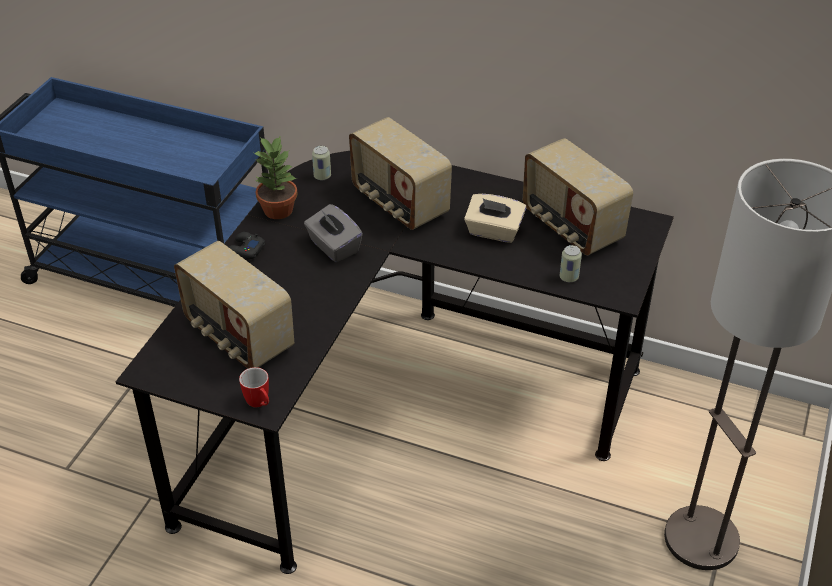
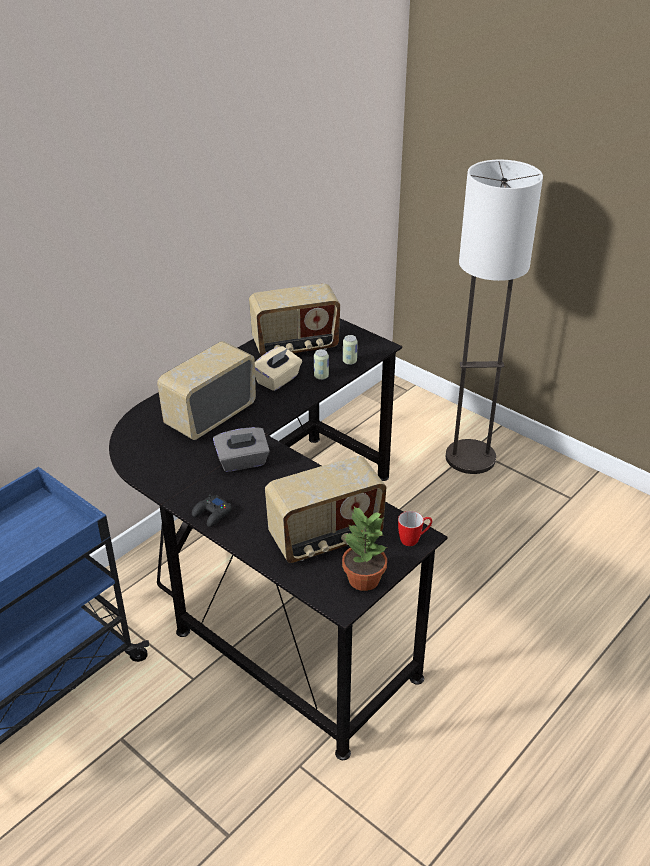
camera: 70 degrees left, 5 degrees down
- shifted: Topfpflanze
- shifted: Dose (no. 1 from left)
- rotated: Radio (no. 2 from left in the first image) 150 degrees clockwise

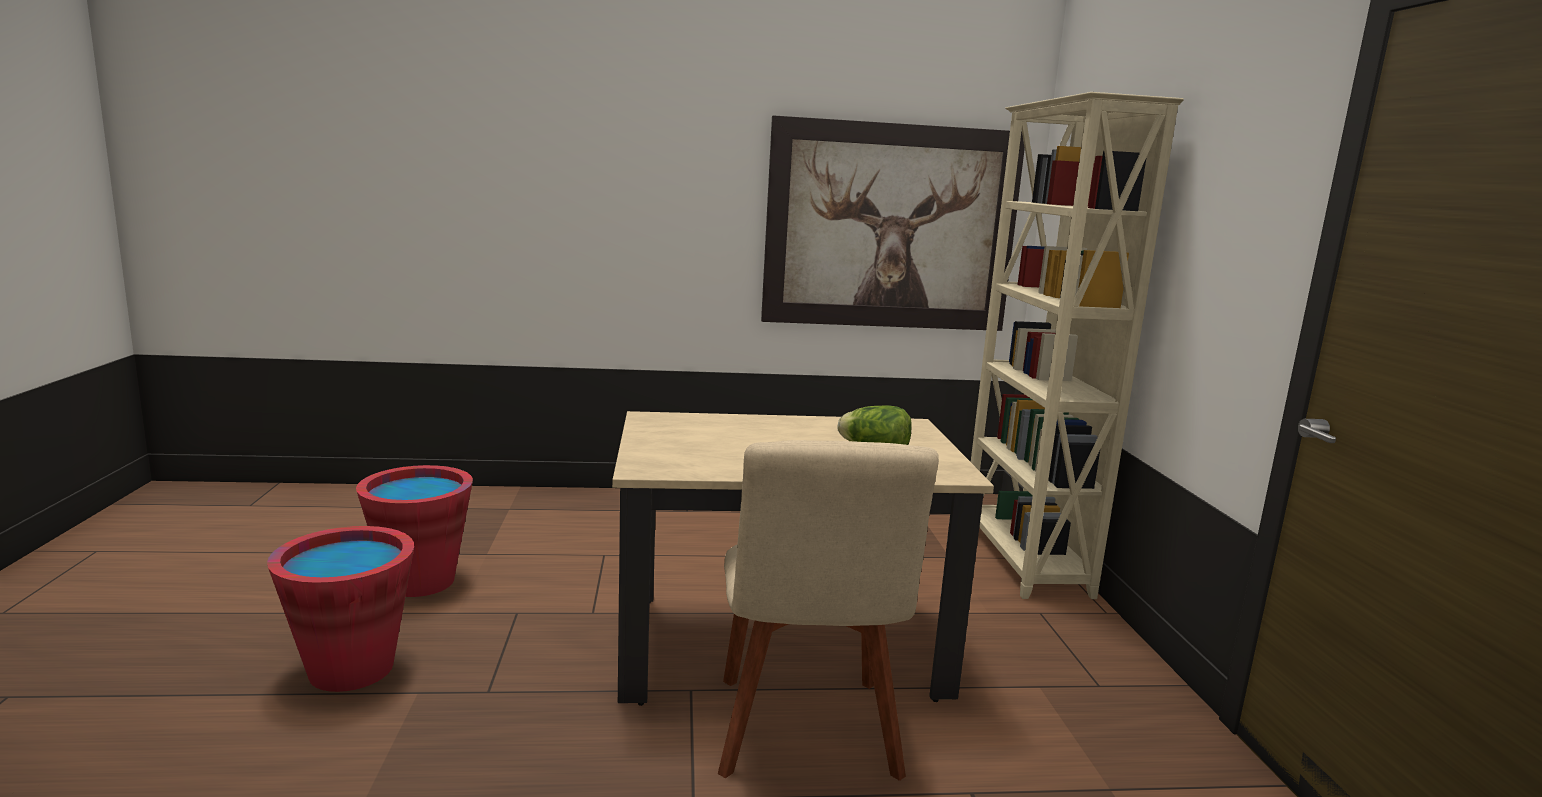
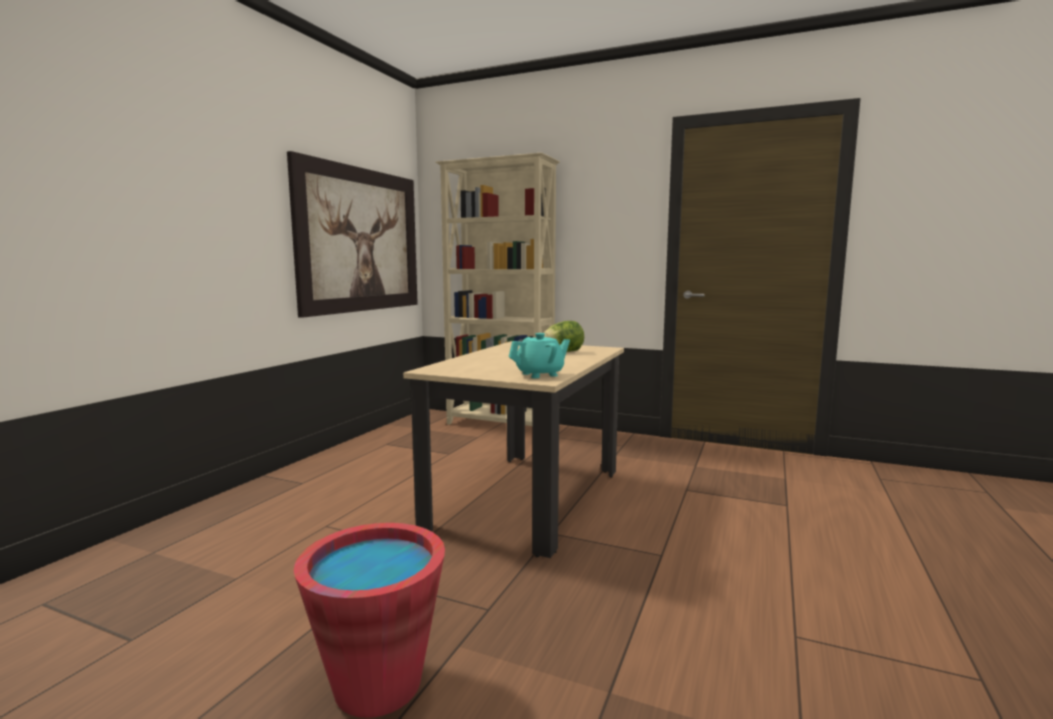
camera: 60 degrees left, 5 degrees down
- gone: Eimer [rot] (no. 2 from left)
- gone: Stuhl [beige]
- new: Teekanne [türkis]

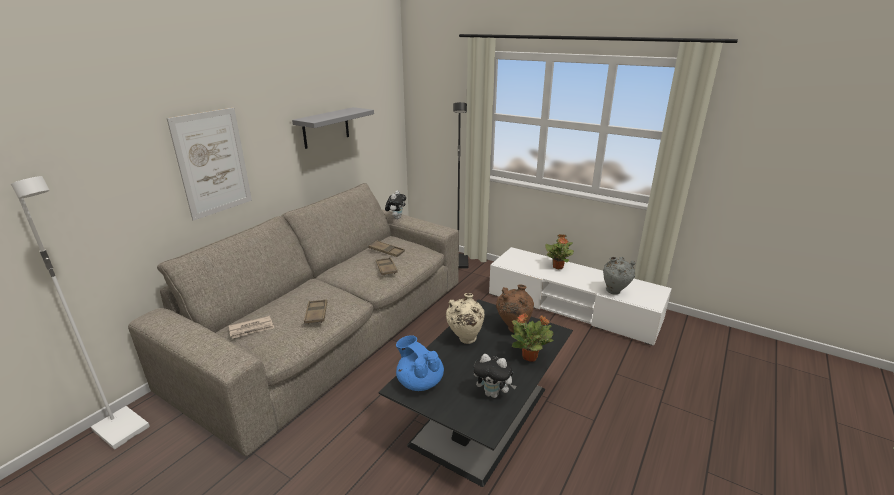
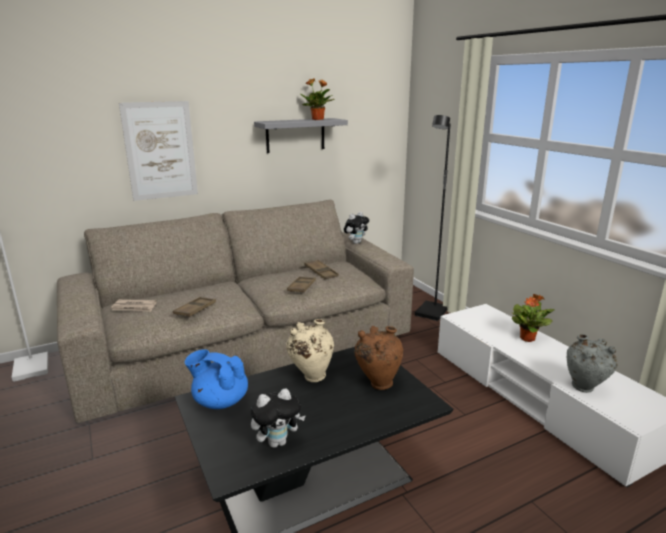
camera: 30 degrees right, 5 degrees down
- rotated: Teekanne [blau] 60 degrees counterclockwise
- rotated: Plüschtier (no. 2 from left in the first image) 75 degrees counterclockwise
- shifted: Topfpflanze (no. 1 from left)

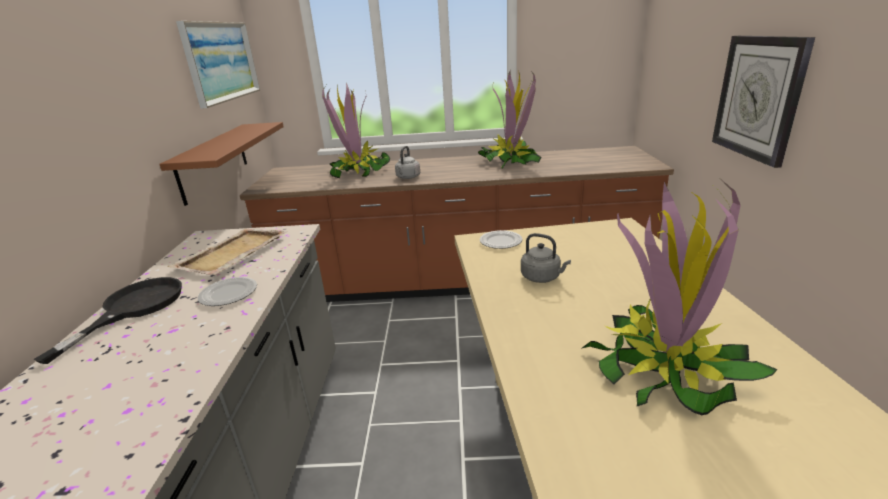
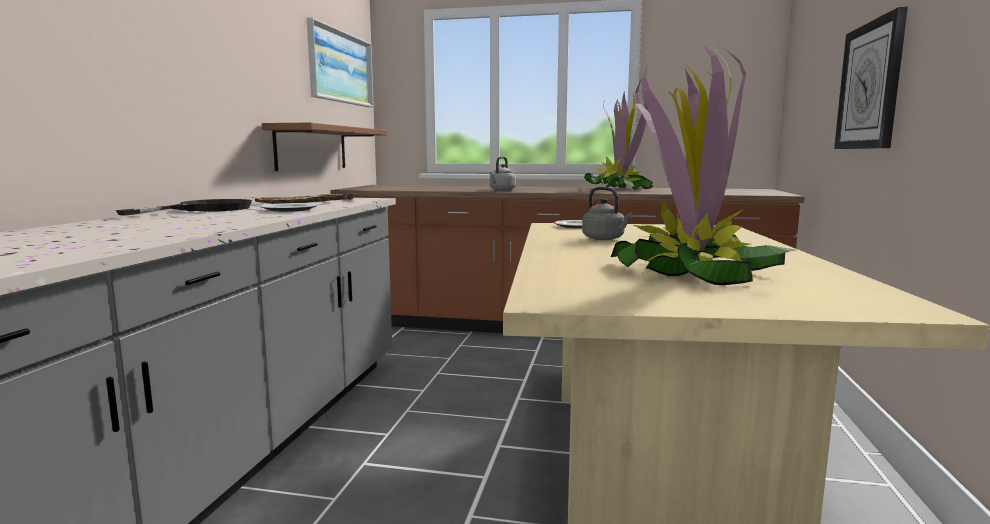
camera: 10 degrees right, 15 degrees down
- gone: Topfpflanze (no. 1 from left)

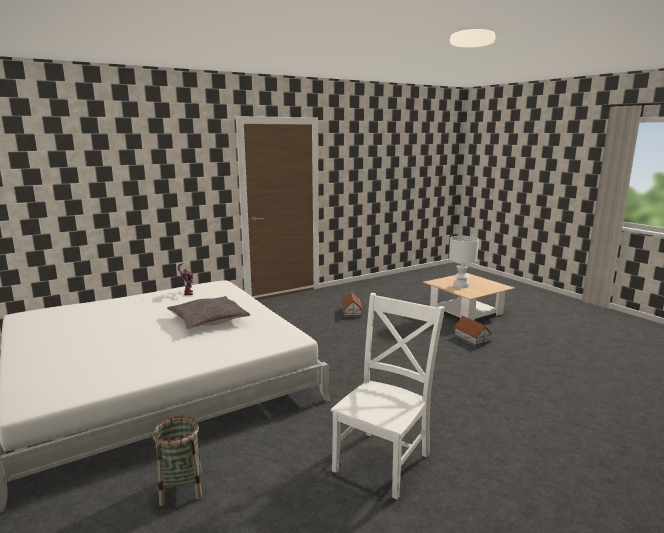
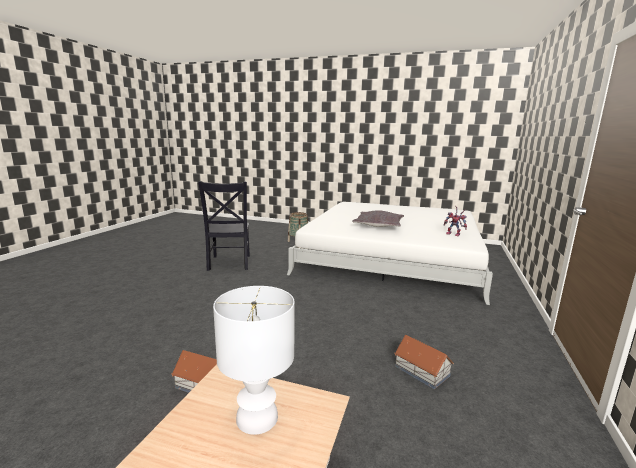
camera: 140 degrees right, 0 degrees up
- repainted: Stuhl [weiß] to Stuhl [schwarz]

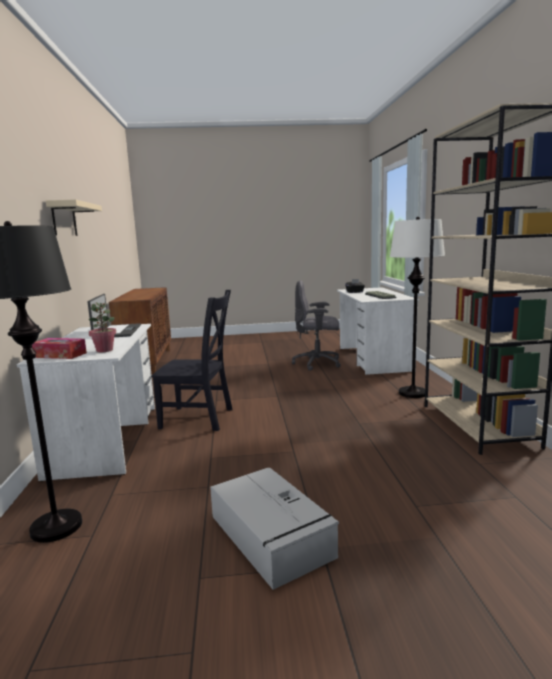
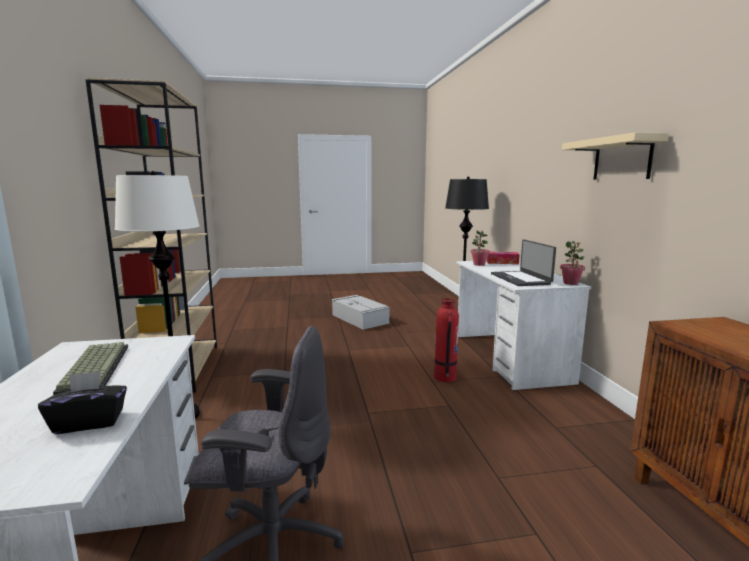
camera: 175 degrees right, 0 degrees up
- swapped: Stuhl [schwarz] to Feuerlöscher
- new: Topfpflanze (no. 2 from left)

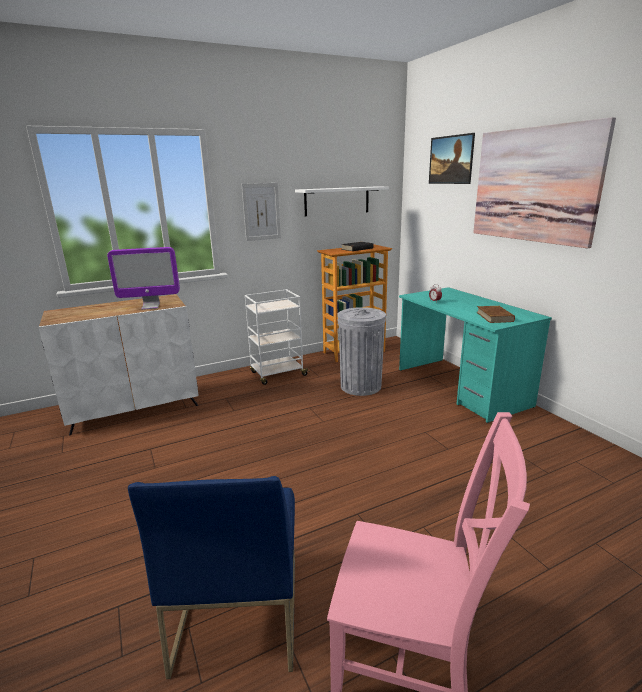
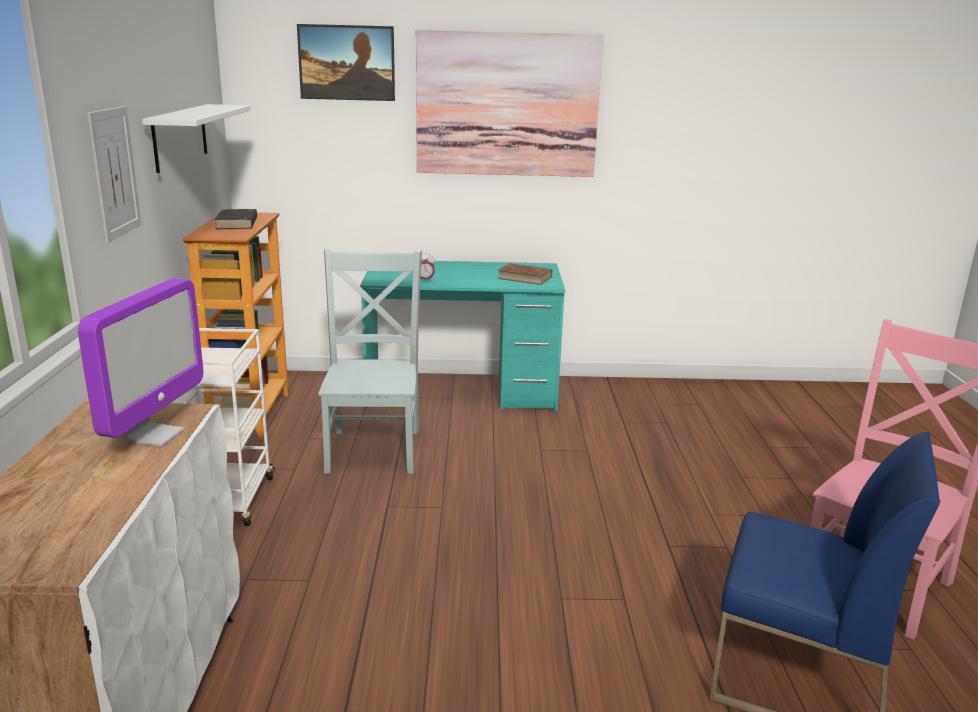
camera: 65 degrees left, 0 degrees up
- swapped: Mülleimer [grau] to Stuhl [grau]

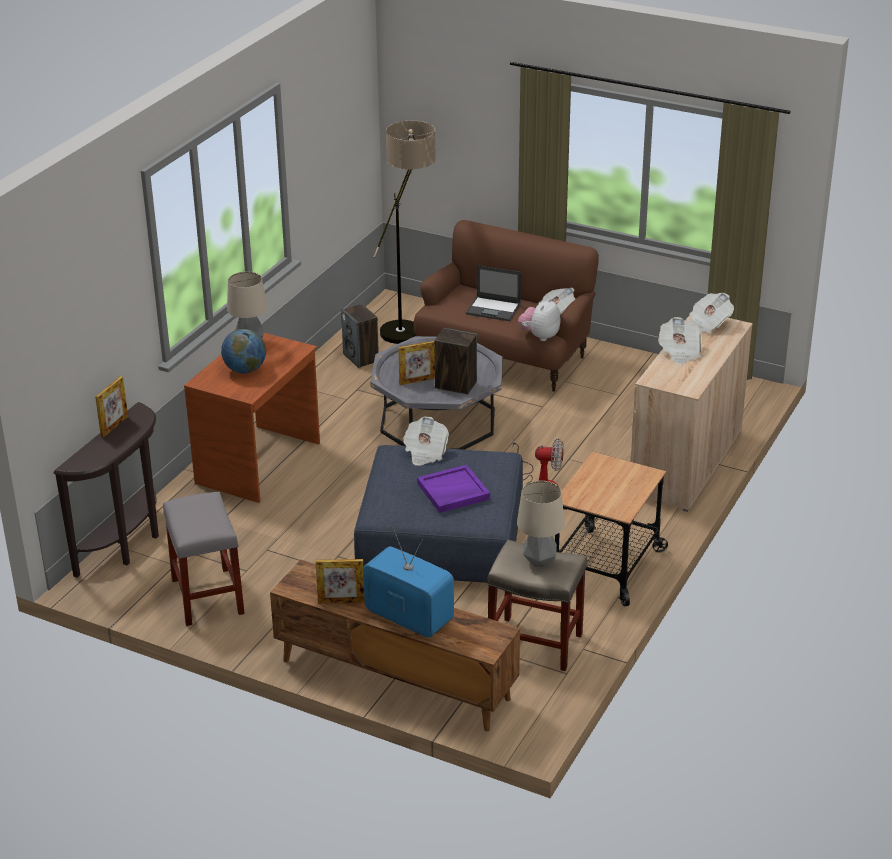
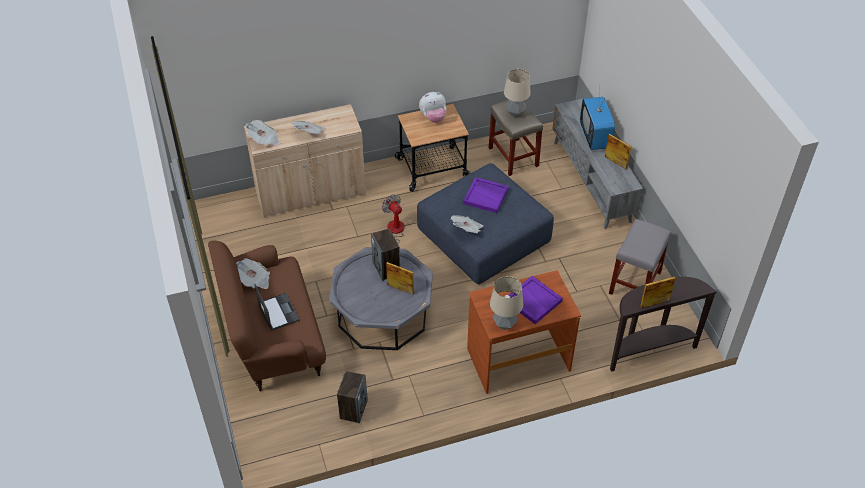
camera: 135 degrees left, 15 degrees up
- swapped: Globus to Tablett [lila] (no. 2 from left)
- repainted: Fernsehschrank [braun] to Fernsehschrank [grau]
- gone: Stehlampe
- shifted: Plüschtier

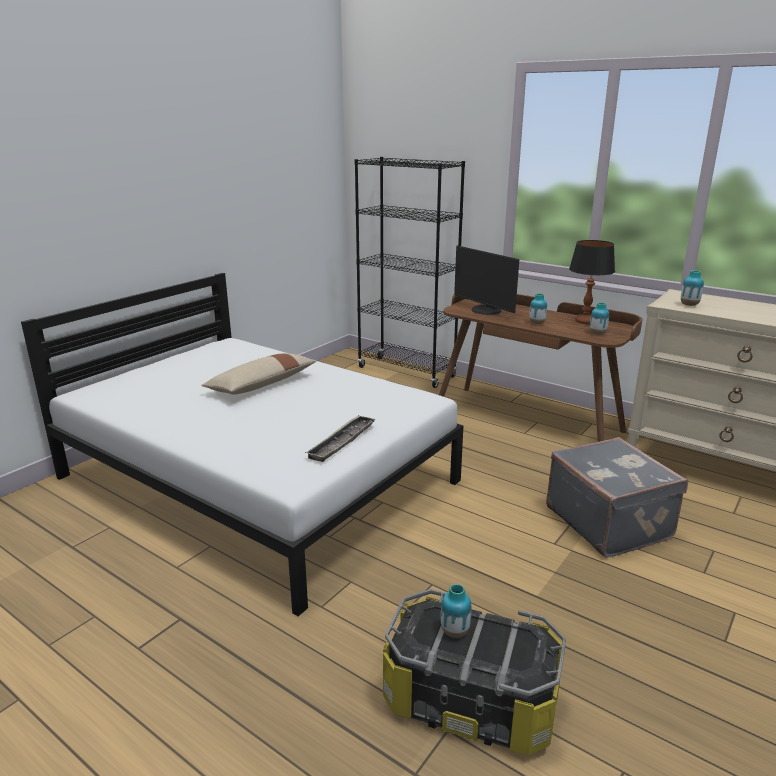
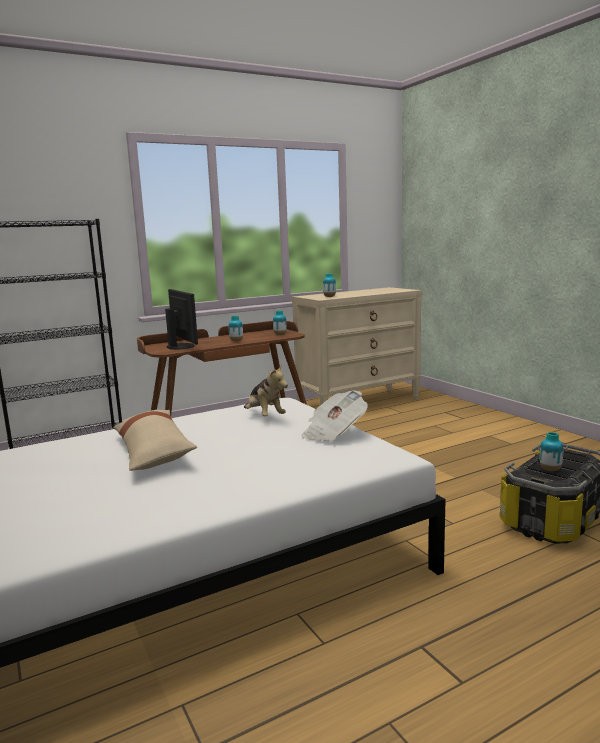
camera: 65 degrees left, 10 degrees down
- swapped: Tablett to Zeitung
- rotated: Monitor 105 degrees counterclockwise
- gone: Koffer [grau]
- gone: Tischlampe
- new: Plüschtier

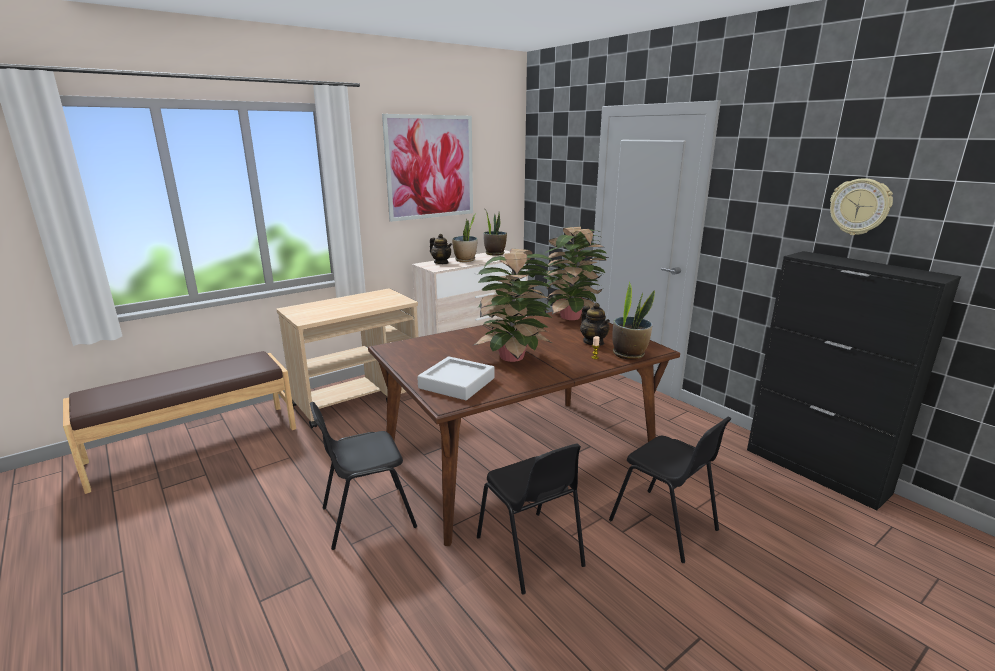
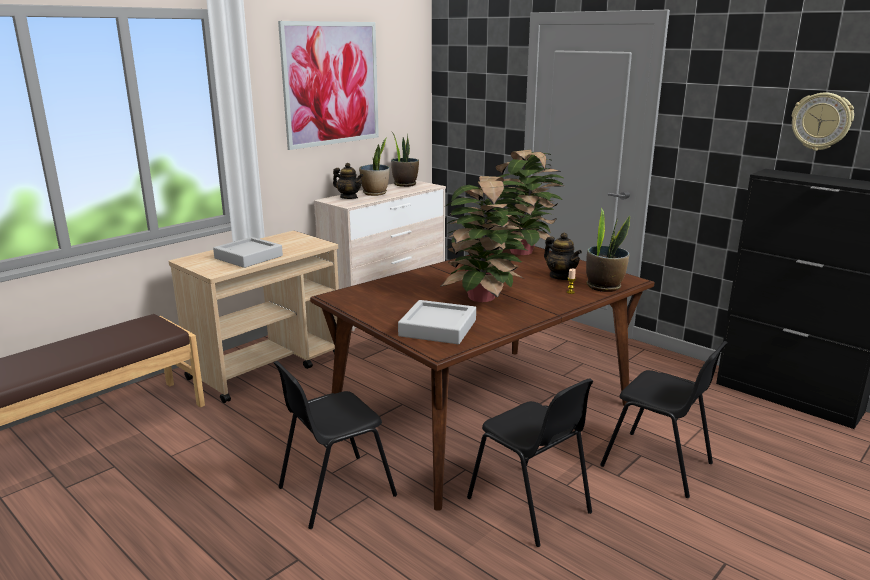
camera: 10 degrees left, 0 degrees up
- new: Tablett [grau] (no. 1 from left)

